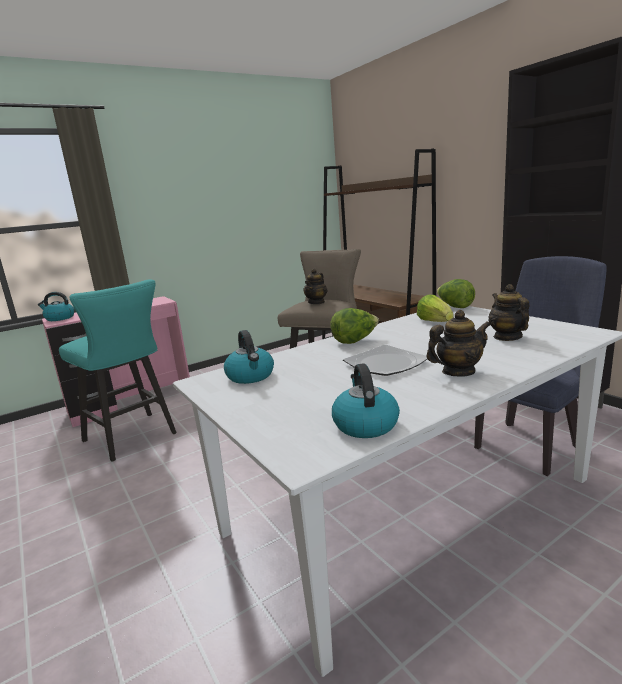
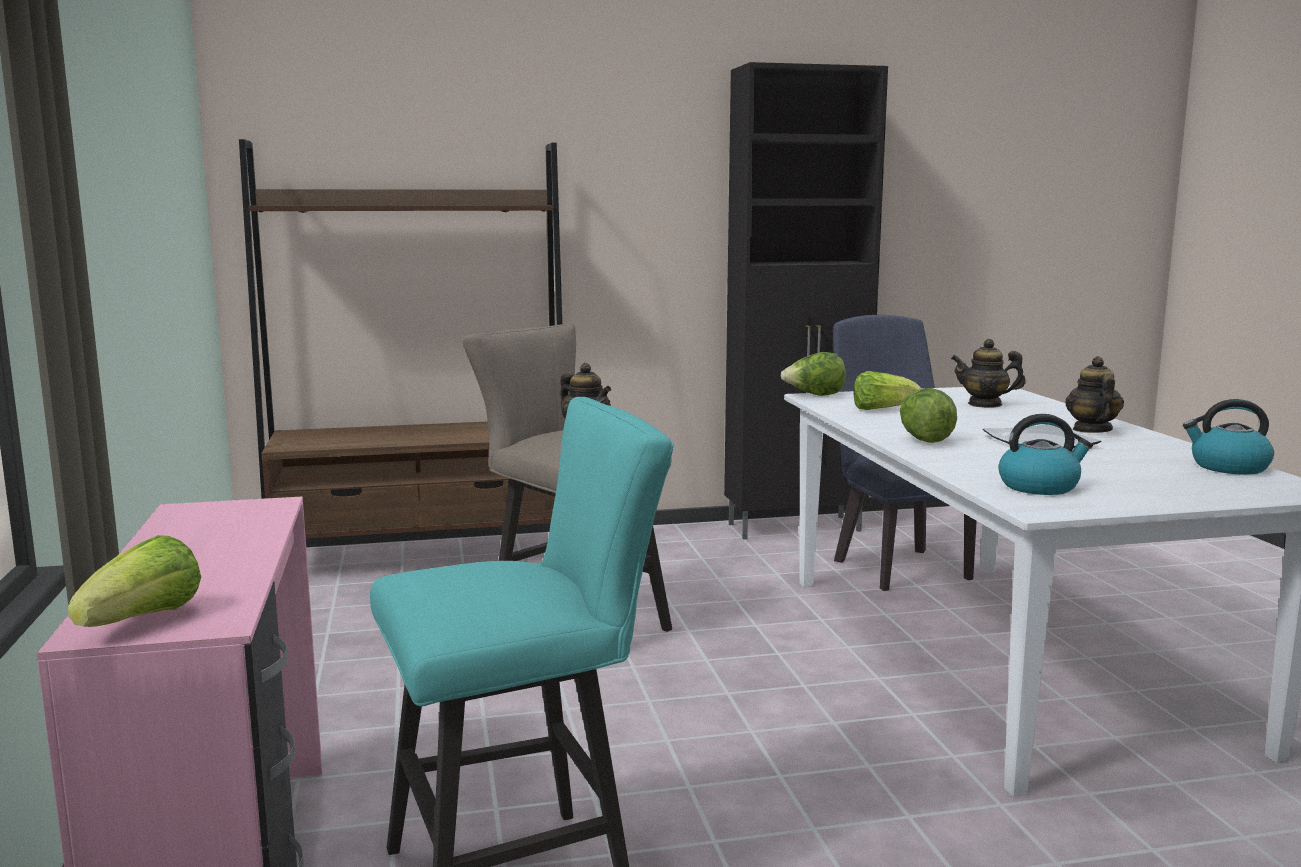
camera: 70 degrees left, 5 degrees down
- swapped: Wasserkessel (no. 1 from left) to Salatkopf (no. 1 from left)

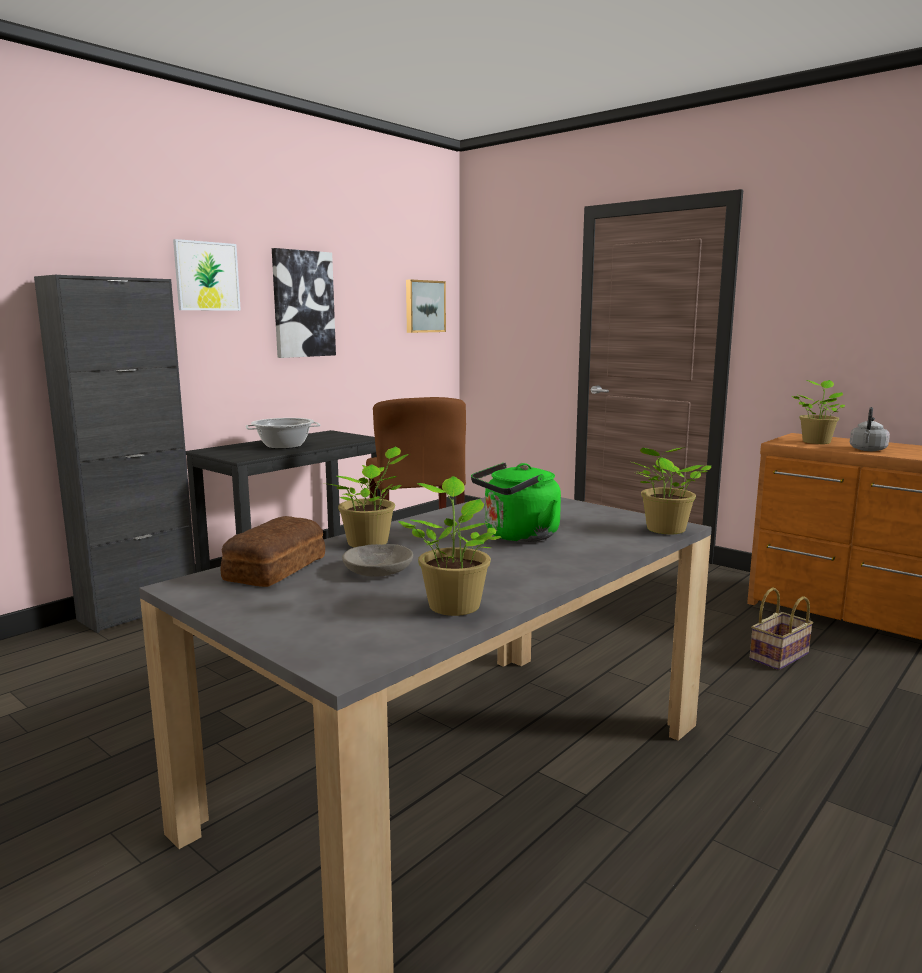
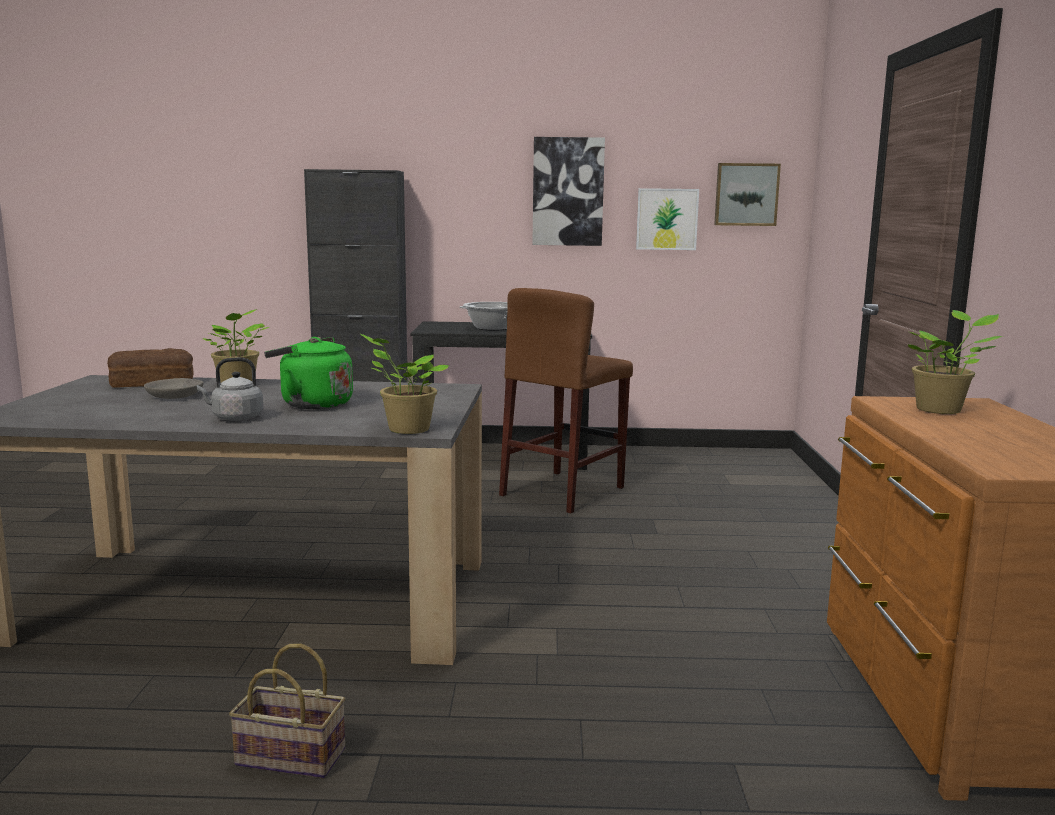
camera: 50 degrees right, 0 degrees up
- shifted: Bild (no. 1 from left in the first image) to Bild (no. 2 from left)
- gone: Topfpflanze (no. 2 from left)
- shifted: Korb
- shifted: Wasserkessel [grau]

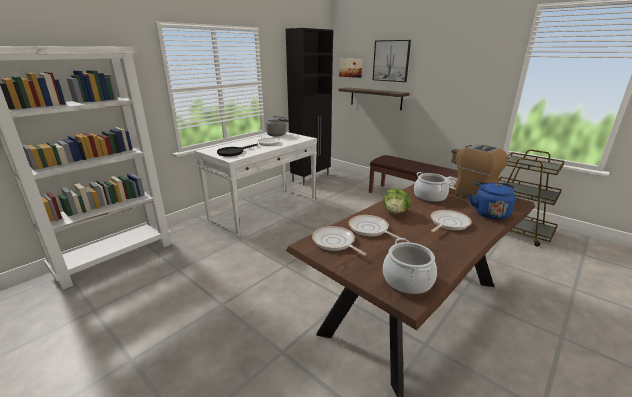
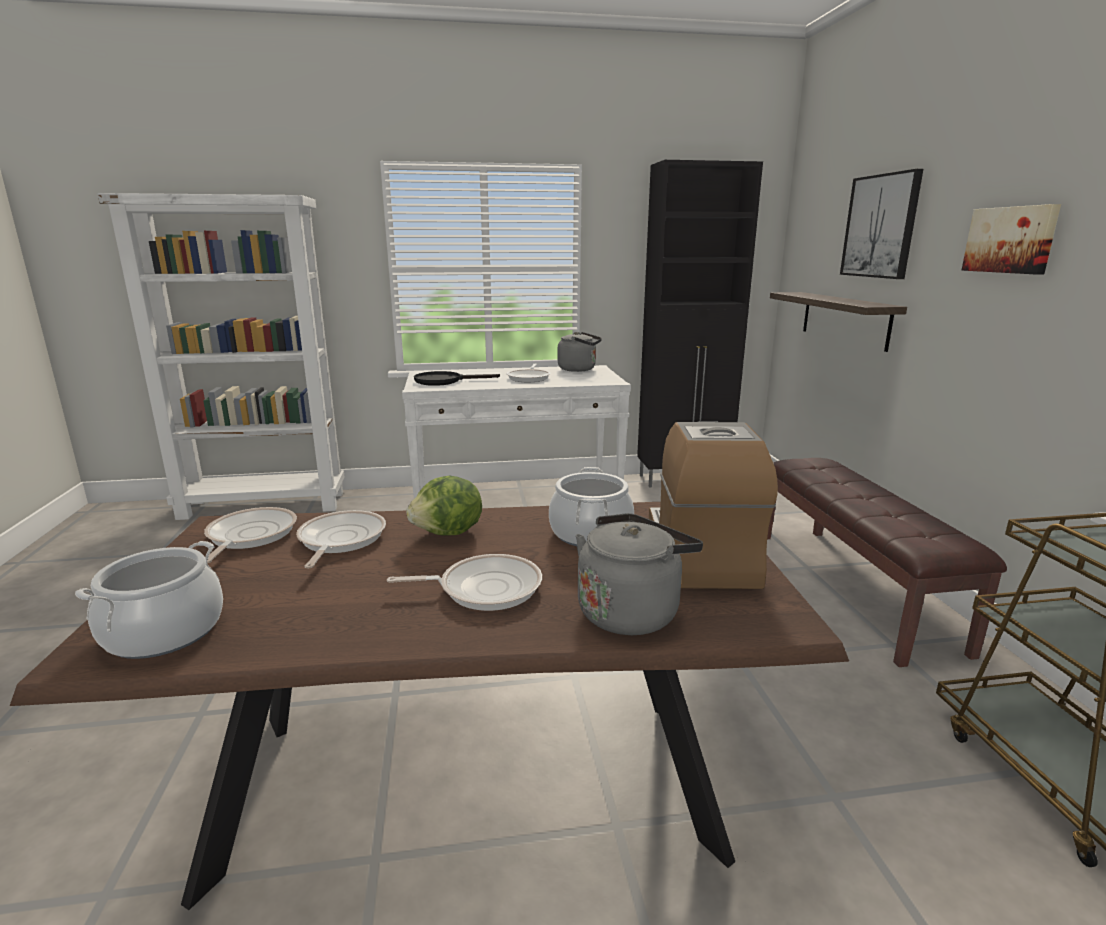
camera: 40 degrees right, 5 degrees down
- shifted: Bild (no. 1 from left in the first image) to Bild (no. 2 from left)
- repainted: Wasserkessel [blau] to Wasserkessel [grau] (no. 2 from left)

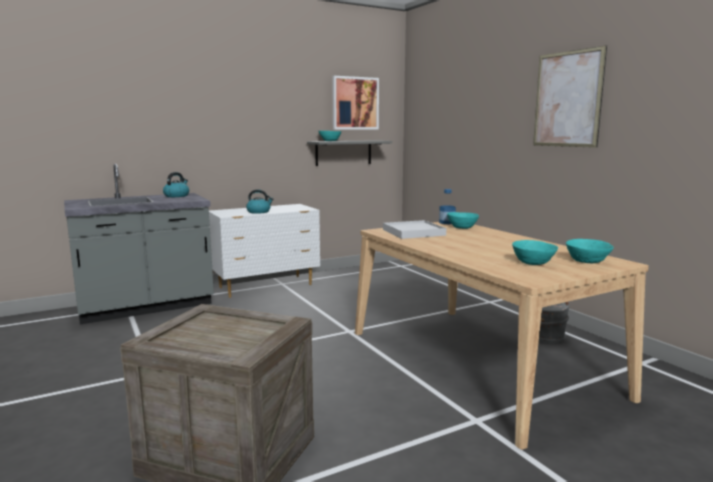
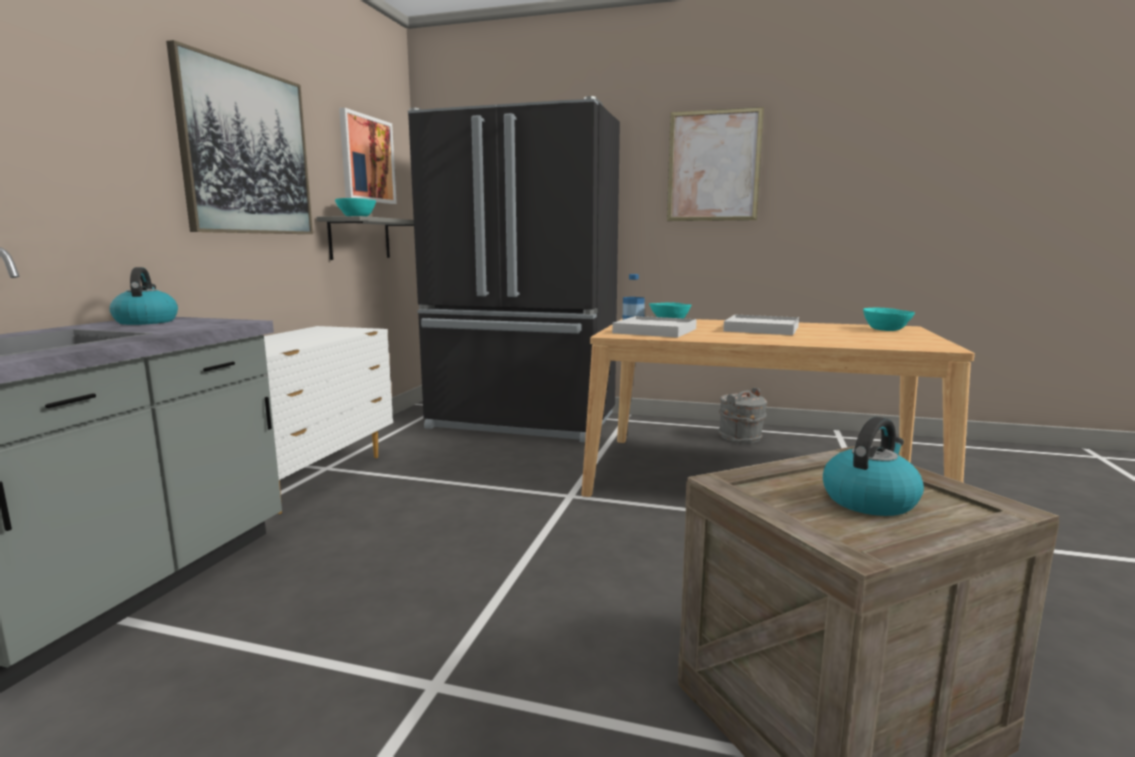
camera: 45 degrees left, 0 degrees up
- shifted: Wasserkessel (no. 2 from left)
- gone: Schüssel [türkis] (no. 3 from left)
- new: Bild (no. 1 from left)
- new: Kühlschrank [schwarz]
- new: Tablett [weiß] (no. 2 from left)

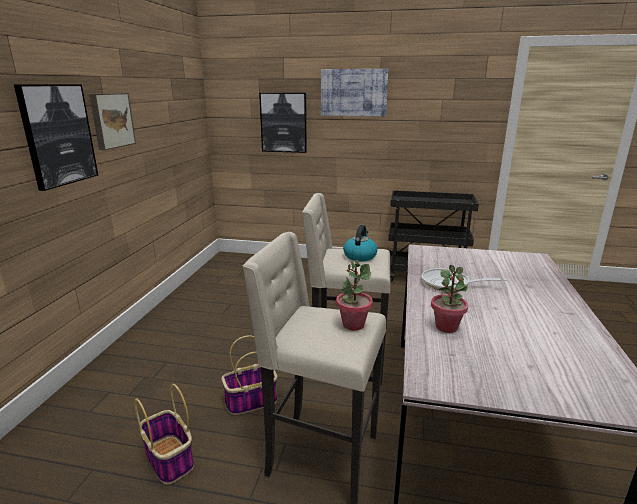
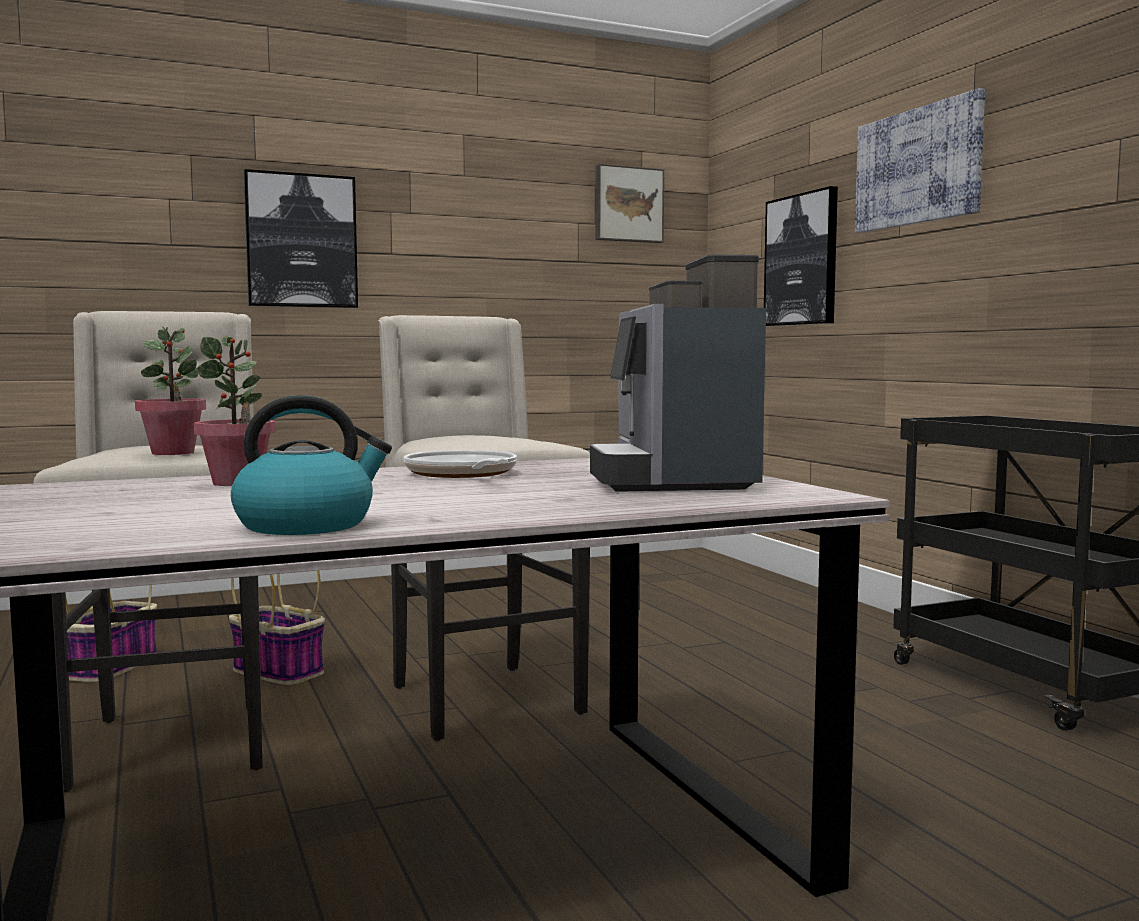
camera: 55 degrees right, 15 degrees down
- shifted: Bild (no. 2 from left)
- shifted: Wasserkessel
- new: Kaffeemaschine

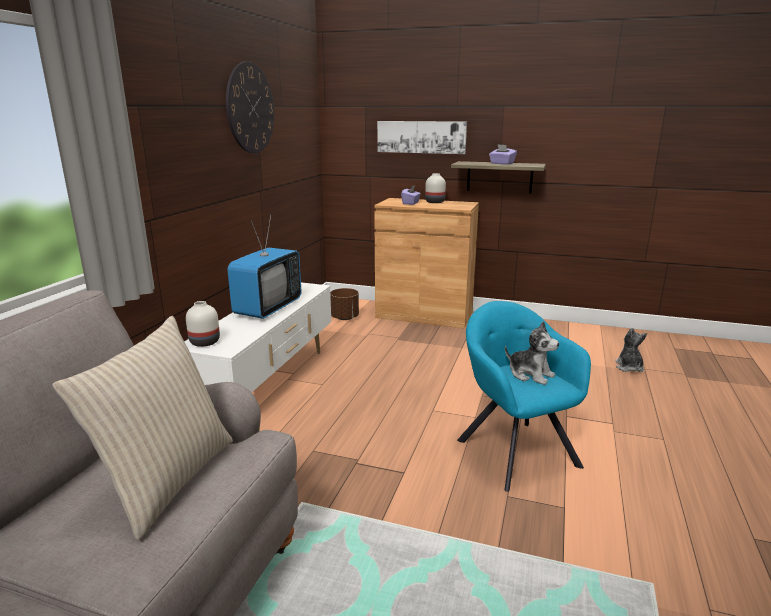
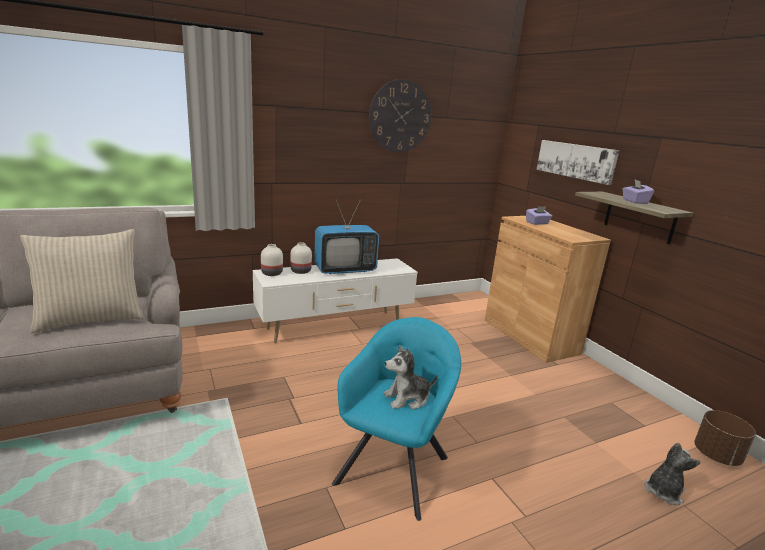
camera: 45 degrees right, 0 degrees up
- shifted: Pflanzkübel [braun]
- shifted: Vase [weiß] (no. 2 from left)
- rotated: Plüschtier (no. 1 from left) 75 degrees clockwise

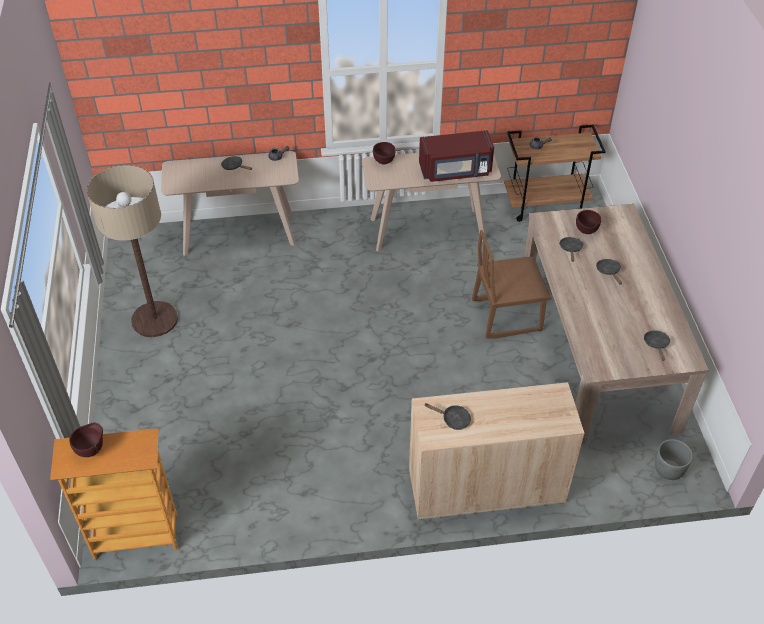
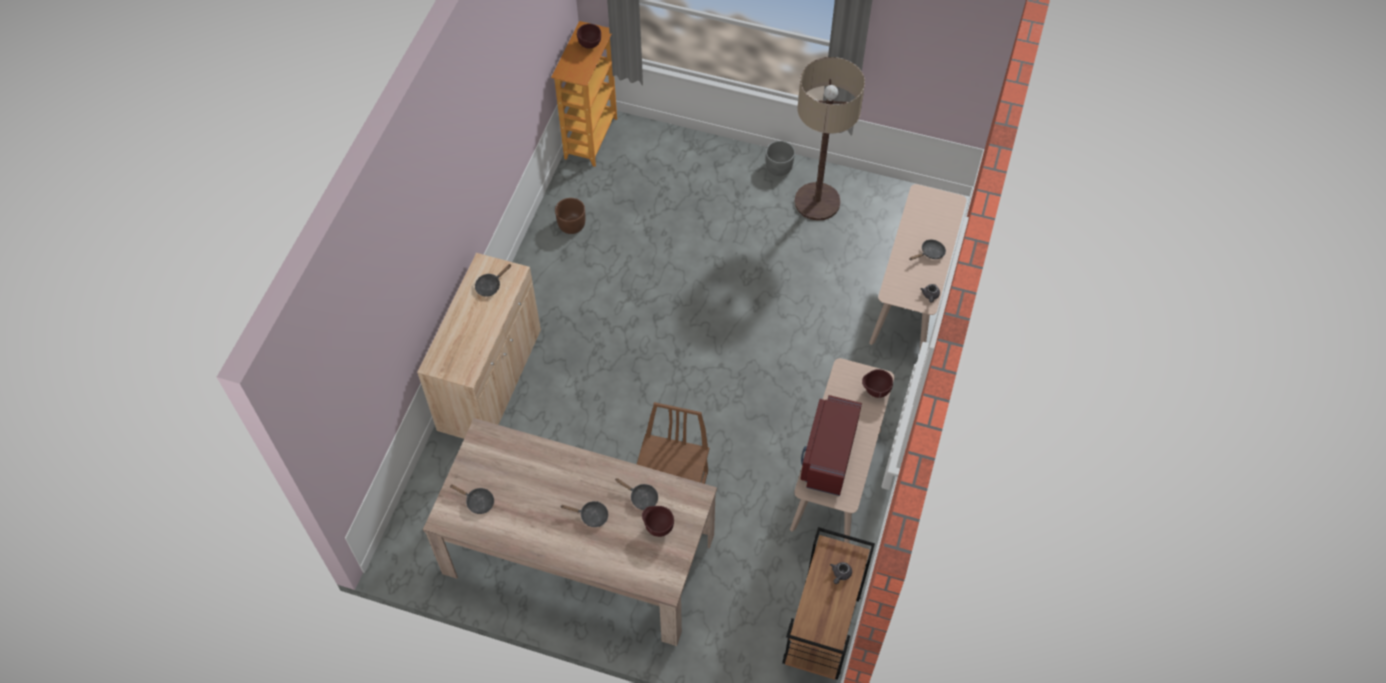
camera: 115 degrees right, 10 degrees up
- shifted: Pflanzkübel [grau]
- new: Pflanzkübel [braun]

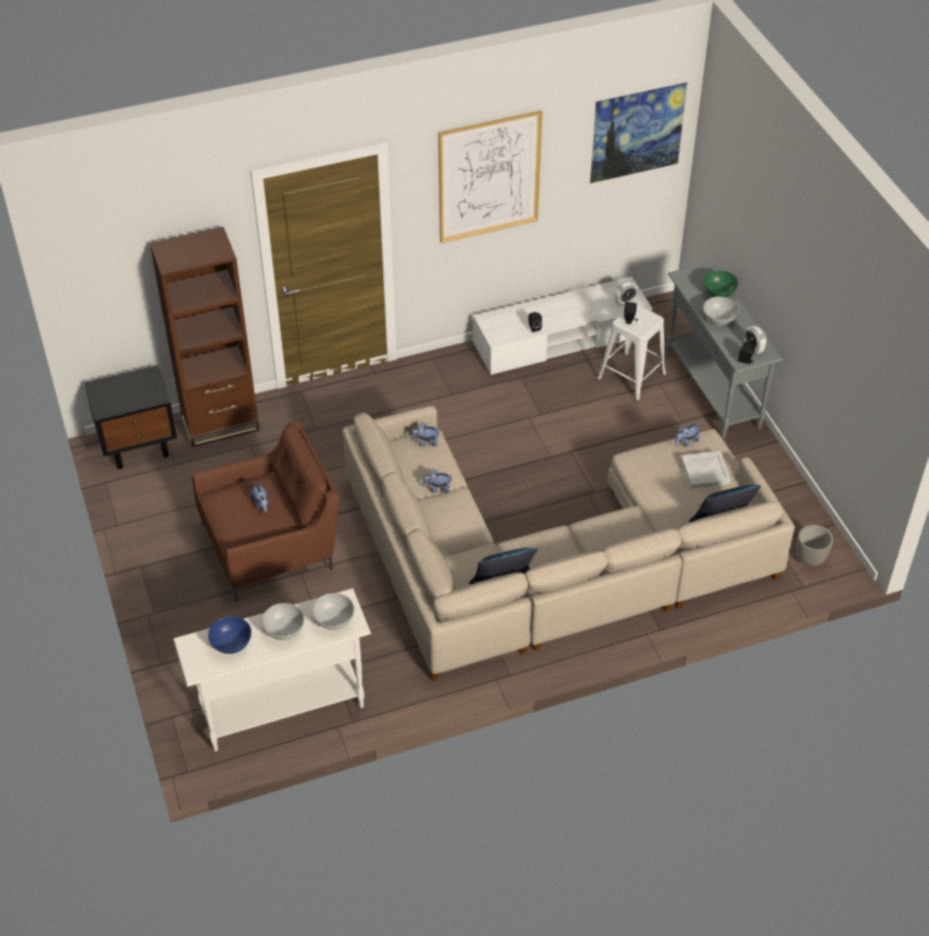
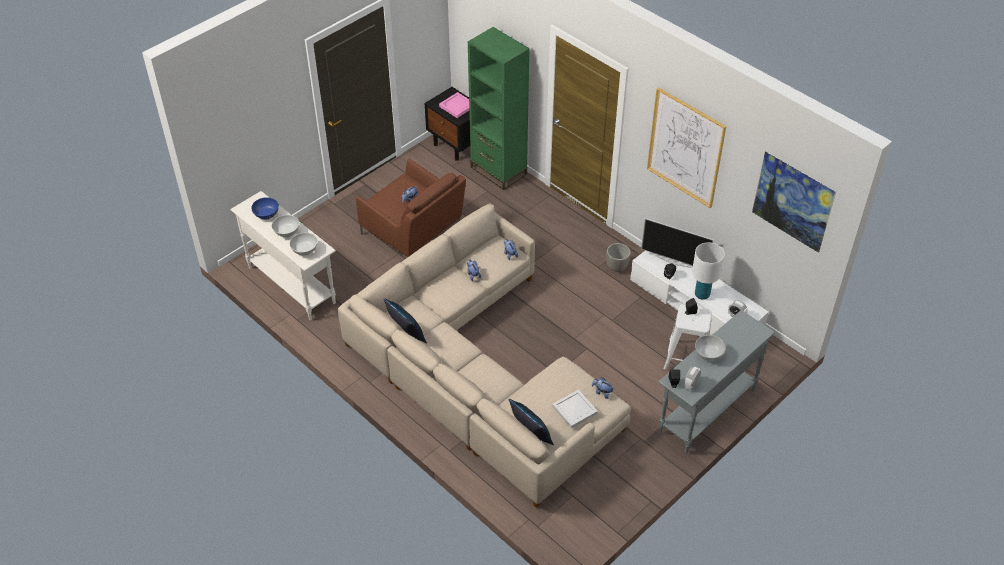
camera: 65 degrees right, 0 degrees up
- repainted: Bücherregal [braun] to Bücherregal [grün]
- gone: Schüssel [grün]
- shifted: Pflanzkübel
- new: Tablett [rosa]
- new: Fernseher
- new: Tischlampe [weiß]

